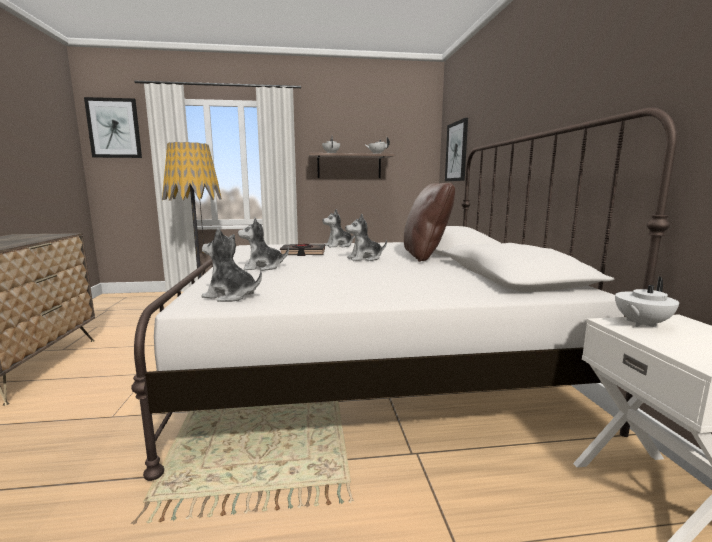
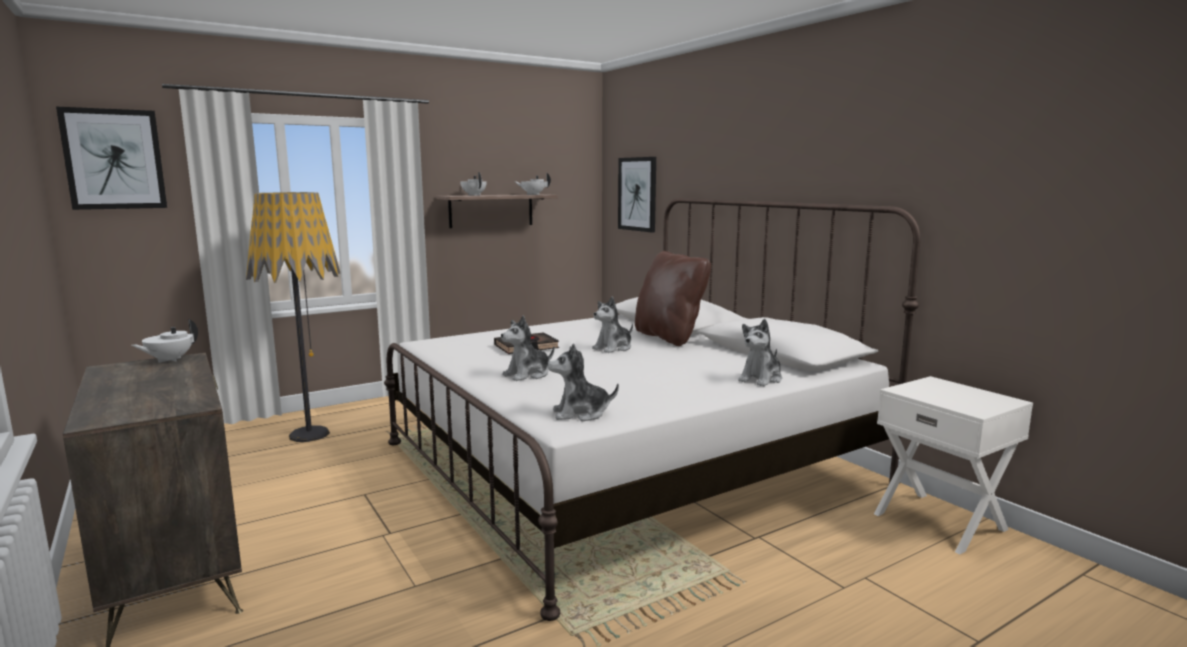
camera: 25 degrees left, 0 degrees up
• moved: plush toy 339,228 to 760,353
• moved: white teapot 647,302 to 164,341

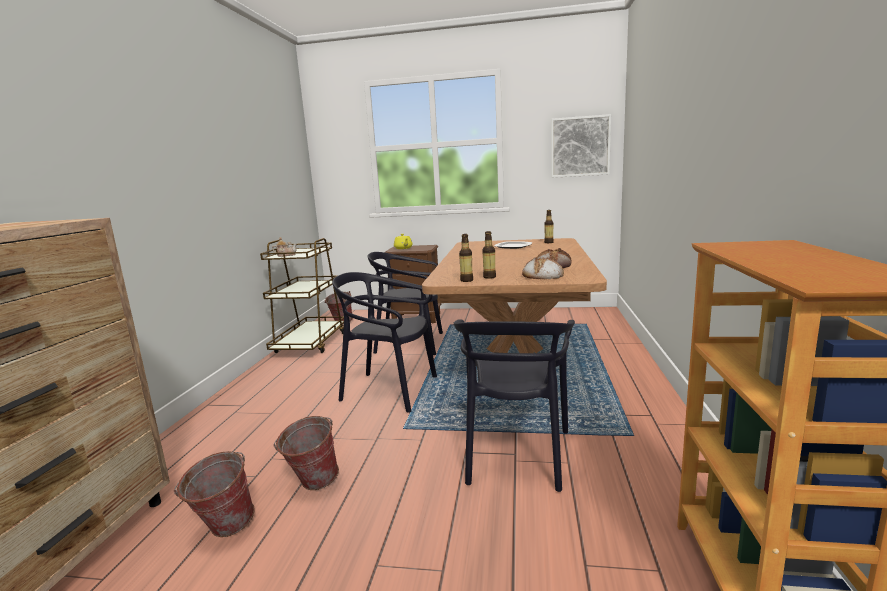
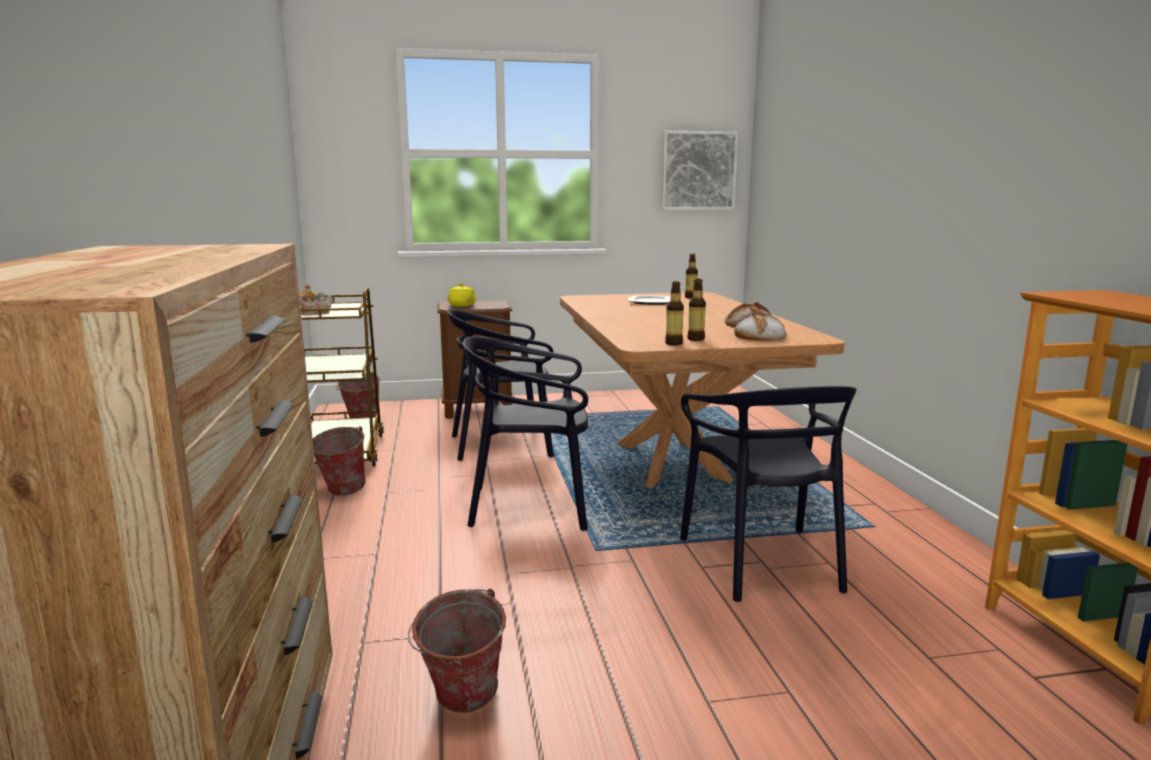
camera: 20 degrees left, 0 degrees up
• moved: bucket 306,453 to 339,461

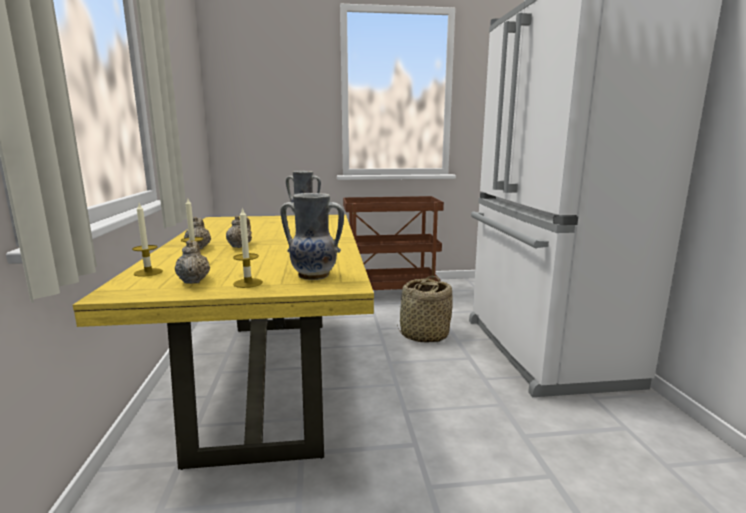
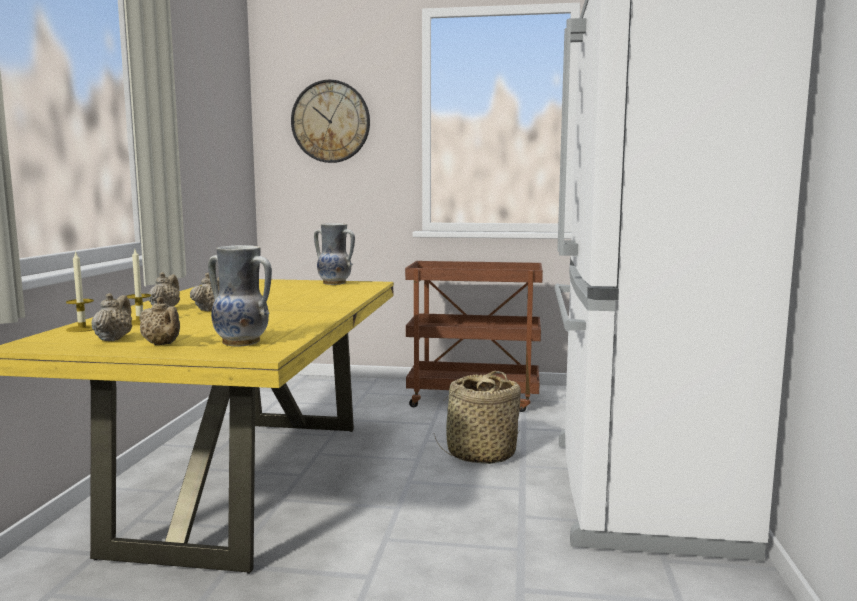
camera: 15 degrees right, 5 degrees down
• added: wall clock 330,121
• replaced: candle 248,247 to beige teapot 159,321

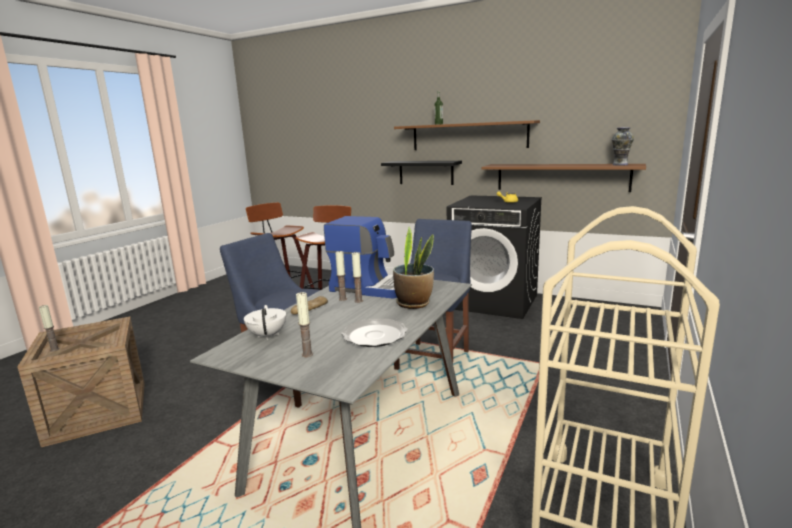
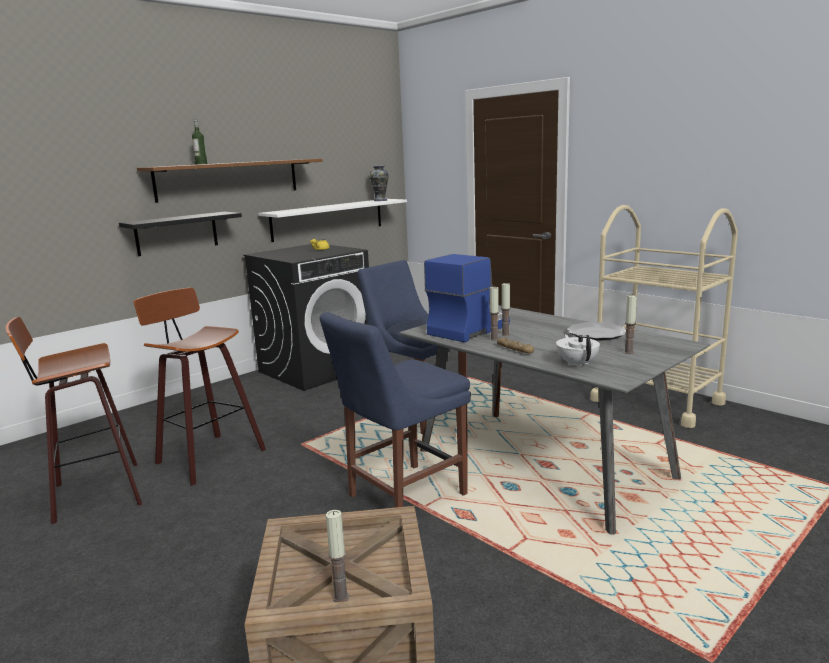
camera: 70 degrees left, 0 degrees up
• removed: potted plant 413,268
• recoloured: brown shelf 564,178 to white shelf 332,220
• turned: white teapot 265,322 = 578,351 75 degrees clockwise

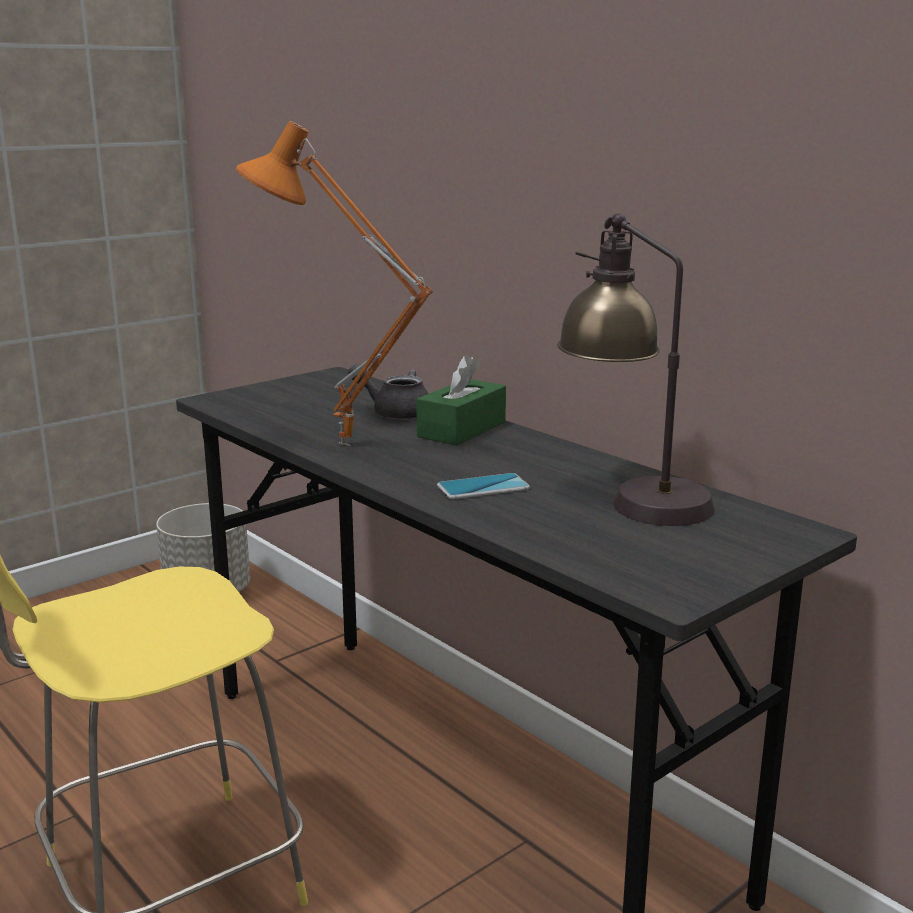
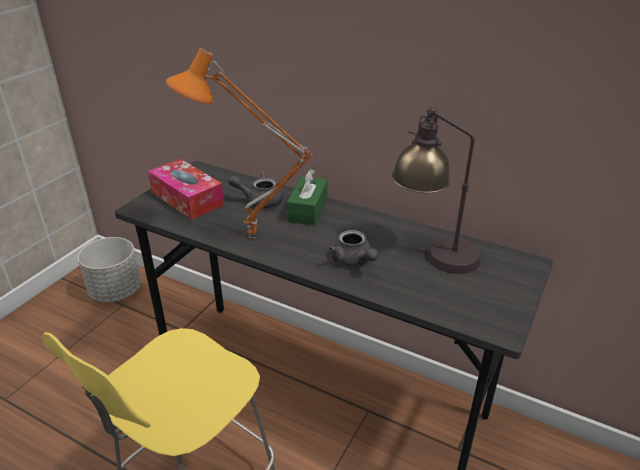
camera: 20 degrees left, 15 degrees up
• added: tissue box 186,189
• replaced: phone 483,486 to grey teapot 354,248

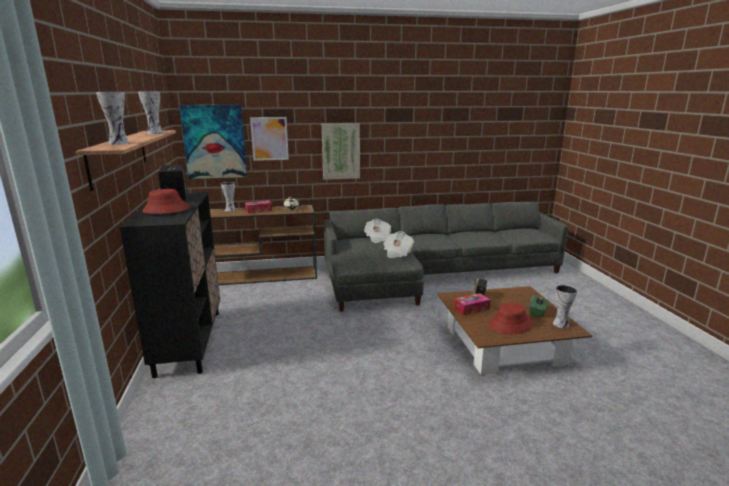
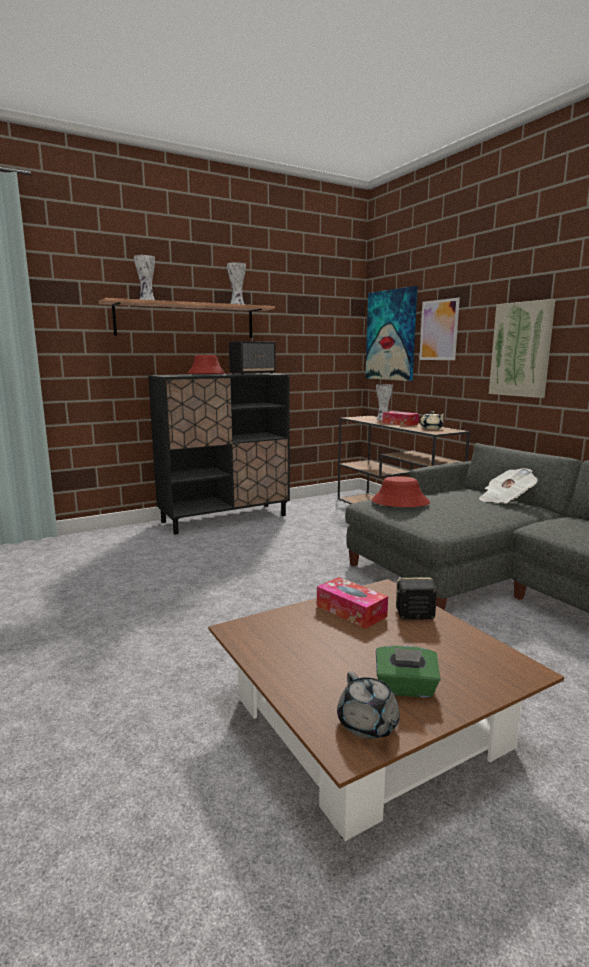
camera: 70 degrees right, 5 degrees down
• removed: newspaper 398,244
• moved: red hat 511,318 to 401,491
• replaced: vase 565,306 to grey teapot 368,705

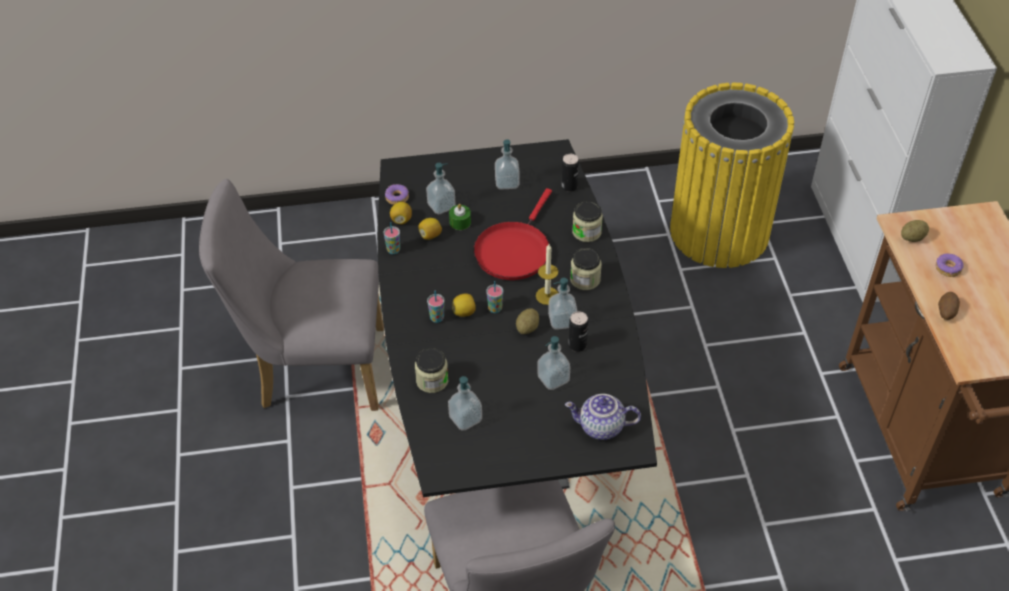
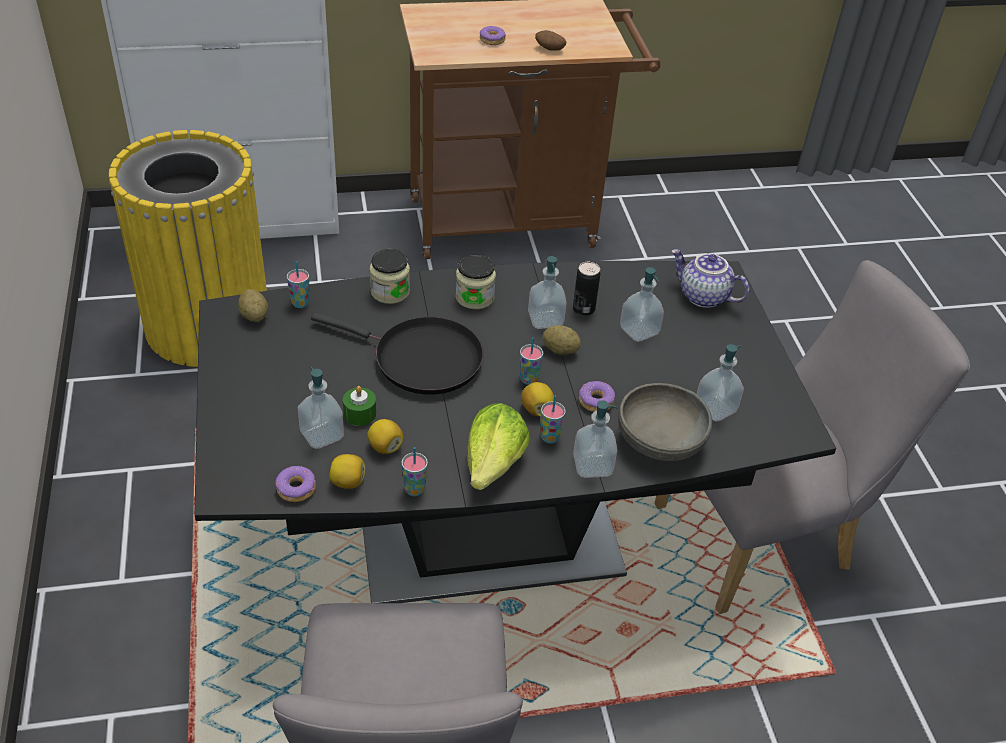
camera: 95 degrees left, 5 degrees down
• removed: candle 547,274
• added: lettuce 498,446
• added: donut 597,396
• moved: soap dispenser 507,164 to 595,439
• moved: potato 915,231 to 253,305
• replaced: jar 431,370 to grey bowl 665,422
• replaced: can 570,173 to cup 298,284
• recoloured: red frying pan 513,234 to black frying pan 397,353
• turned: teapot 603,417 = 710,278 120 degrees clockwise

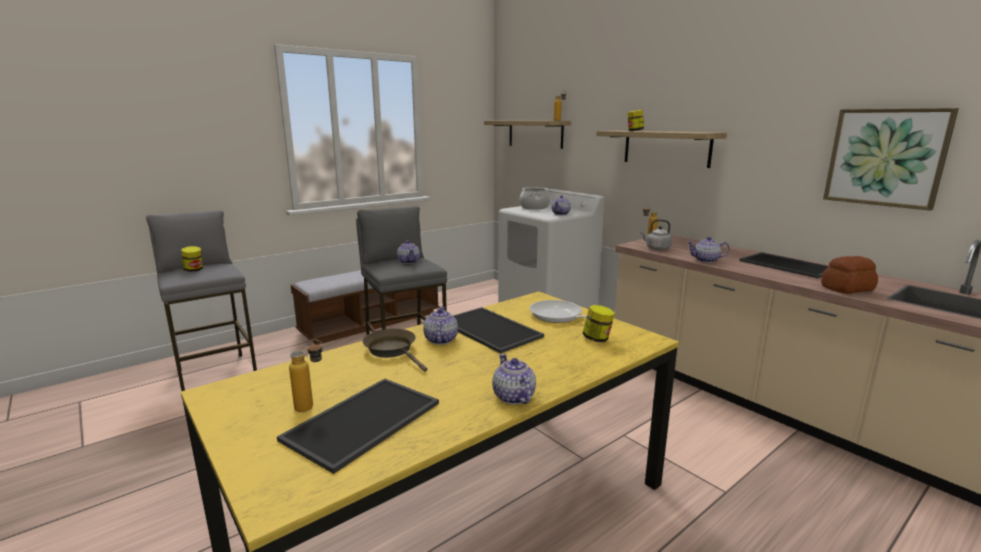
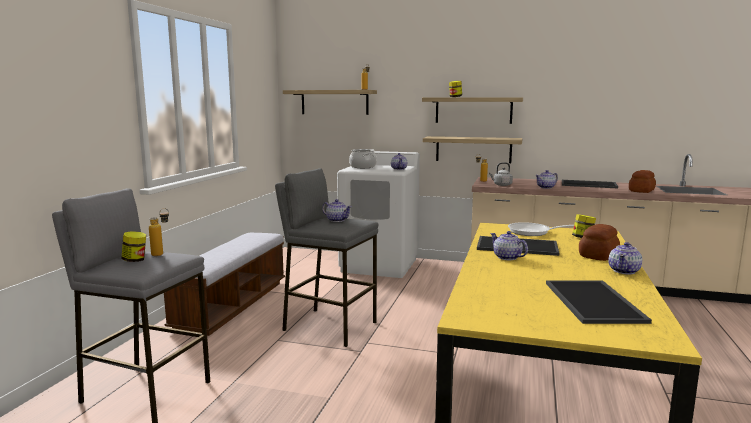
camera: 35 degrees left, 5 degrees down
• removed: brown frying pan 395,350
• removed: picture 891,159
• added: shelf 472,149
• added: bread 599,242
• moved: bottle 306,375 to 159,232
• turned: teapot 514,379 = 625,258 90 degrees counterclockwise

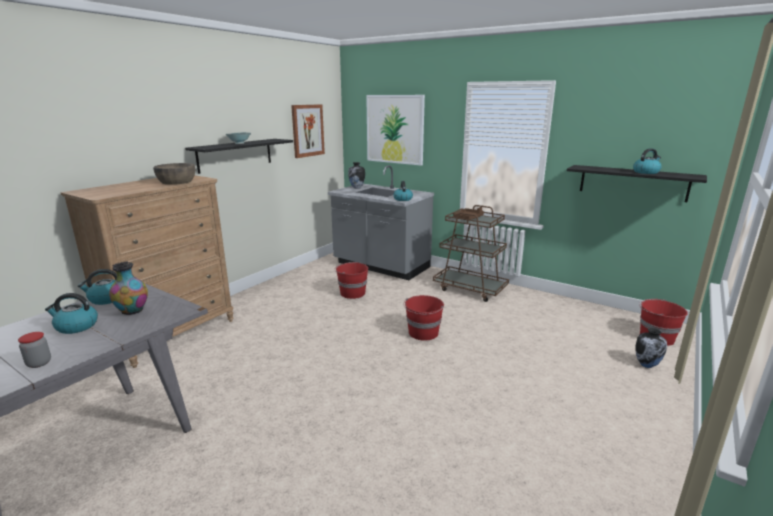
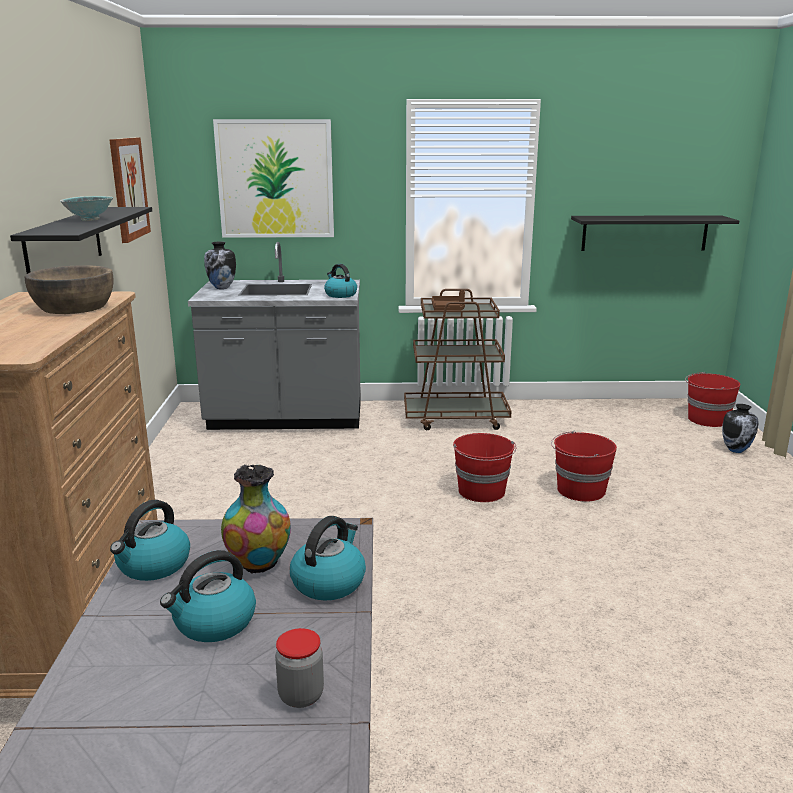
camera: 35 degrees left, 0 degrees up
• moved: red bucket 351,280 to 584,466
• moved: kettle 647,161 to 328,558

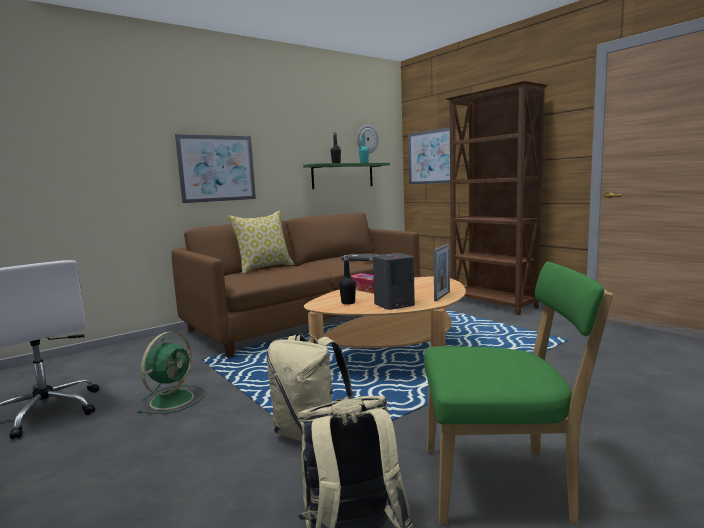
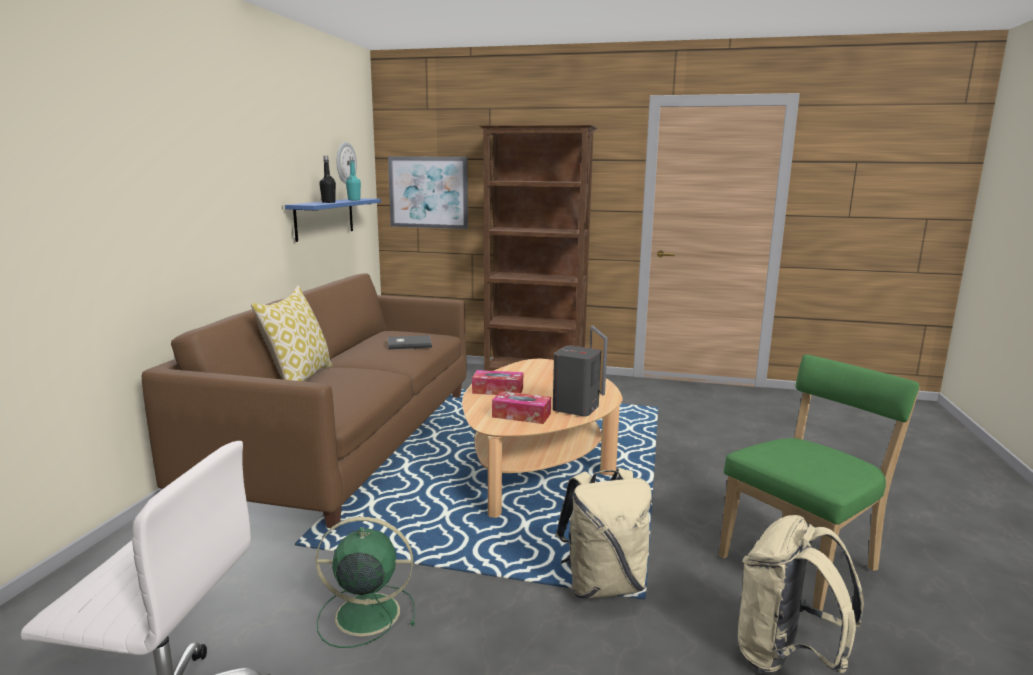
camera: 40 degrees left, 5 degrees up
• removed: picture 215,168
• replaced: black bottle 347,280 to tissue box 521,407
• recoloured: green shelf 346,176 to blue shelf 333,220
• turned: green fan 171,372 = 365,582 75 degrees counterclockwise

